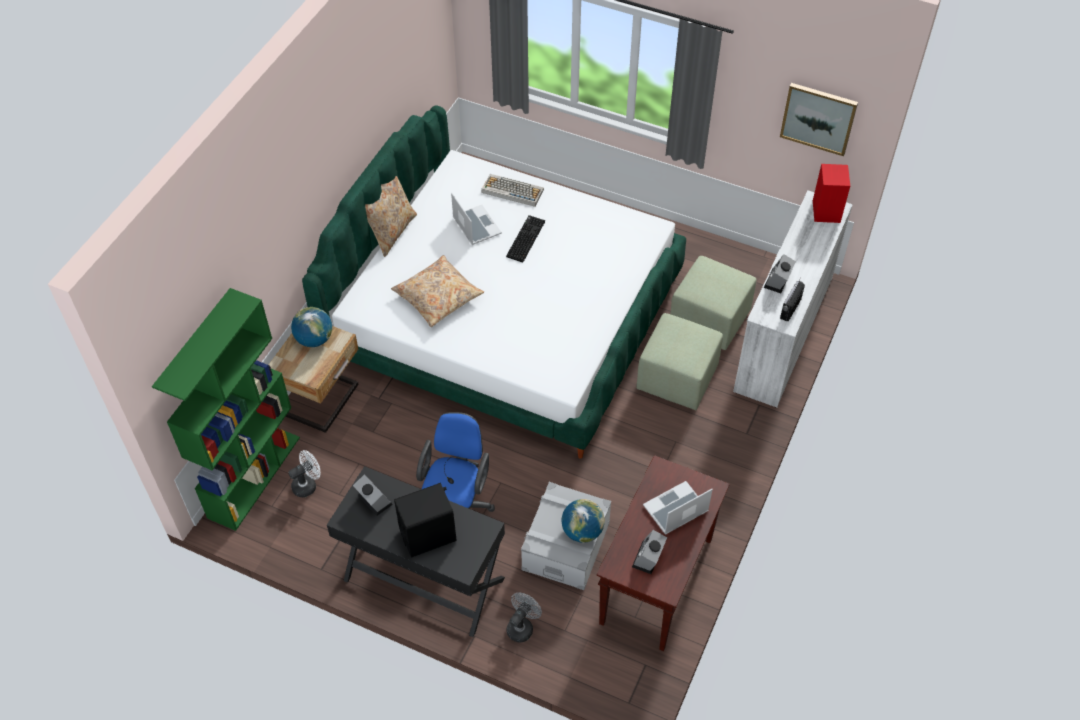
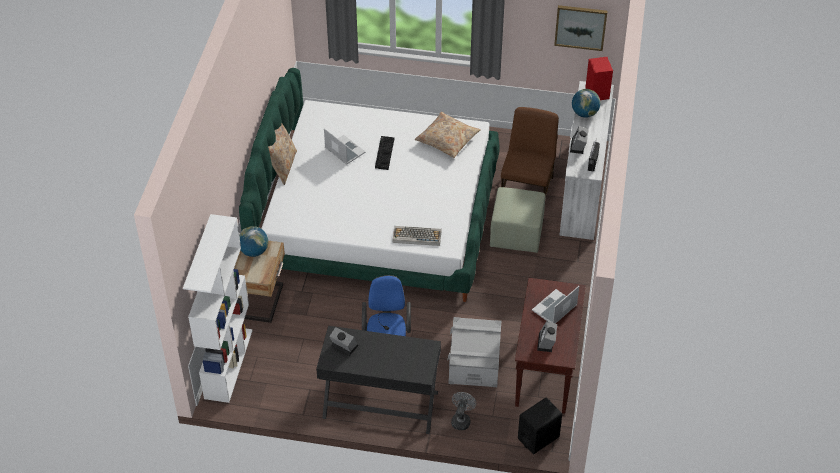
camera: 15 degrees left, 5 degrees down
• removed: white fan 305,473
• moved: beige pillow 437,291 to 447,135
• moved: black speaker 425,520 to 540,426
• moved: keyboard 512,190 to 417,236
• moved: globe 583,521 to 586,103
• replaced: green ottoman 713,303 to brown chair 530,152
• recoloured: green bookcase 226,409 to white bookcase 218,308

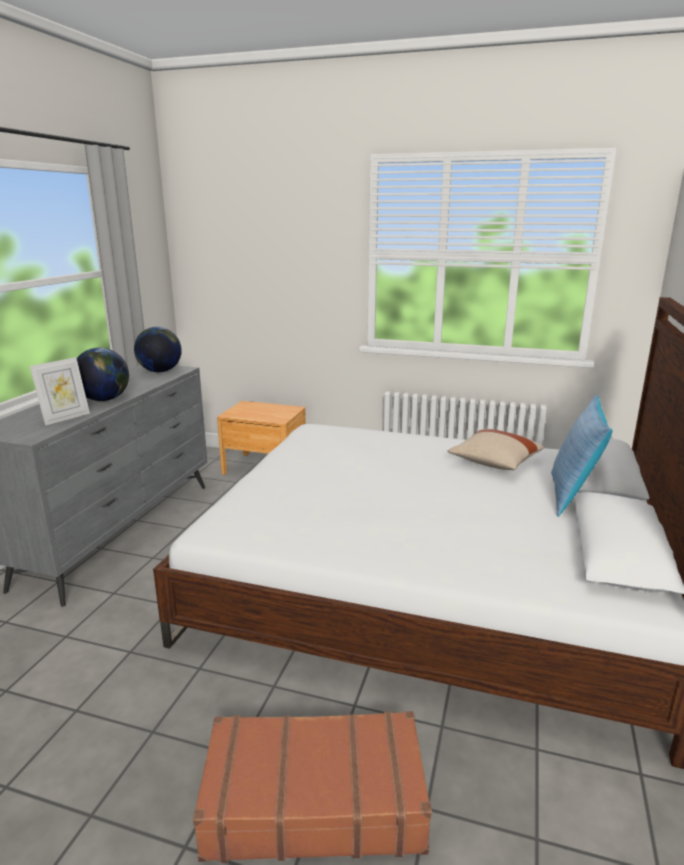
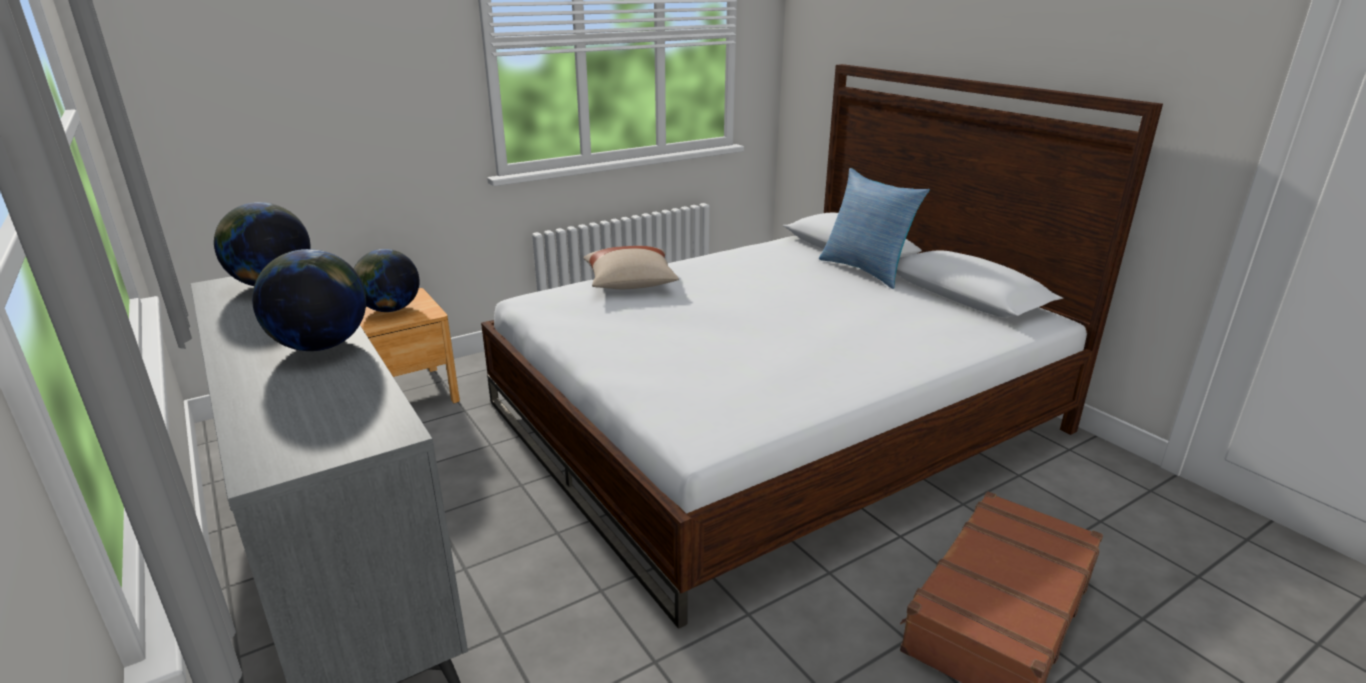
camera: 50 degrees left, 5 degrees up
• removed: picture frame 60,391
• added: globe 387,280
• moved: beige pillow 496,449 to 631,267

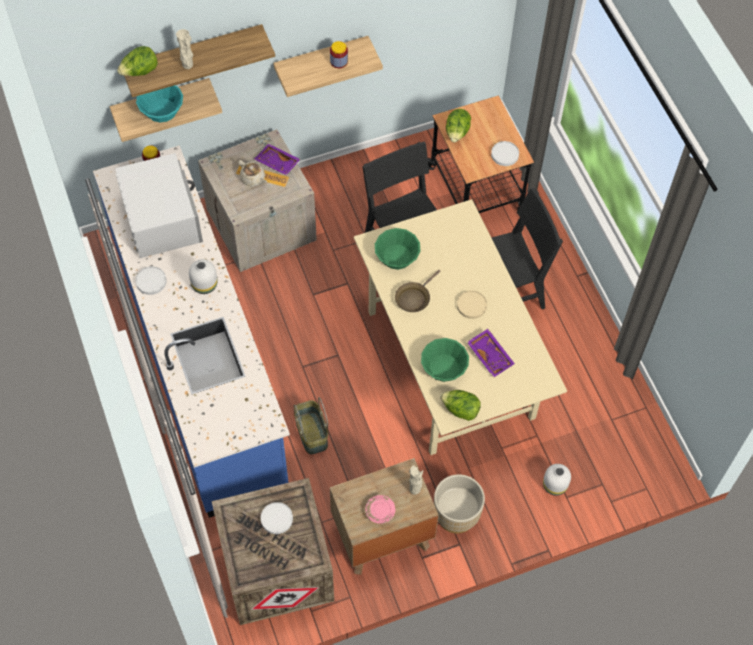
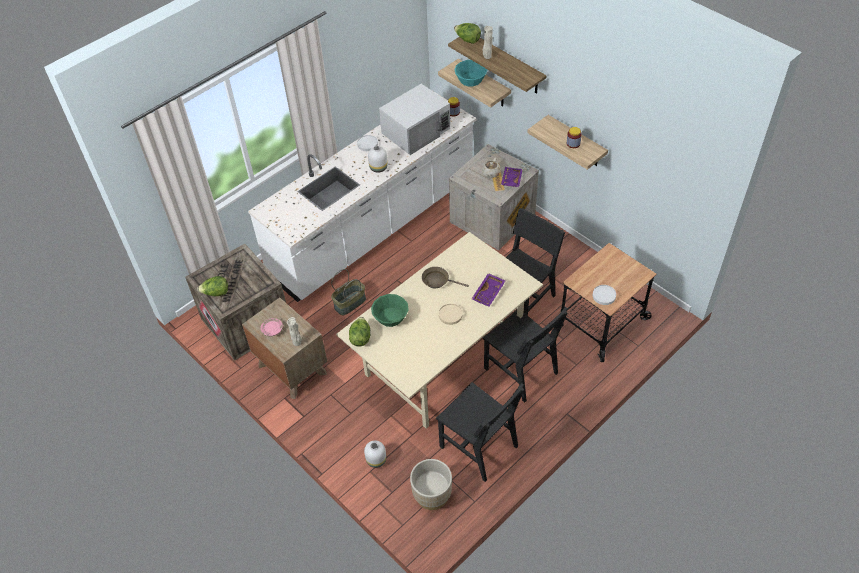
camera: 70 degrees right, 10 degrees down
• removed: white plate 277,518
• removed: green bowl 398,249
• added: black chair 480,432
• moved: beige planter 459,503 to 431,484
• moved: lettuce 458,126 to 212,286
• moved: purple tray 491,353 to 488,290
• recoloured: blue counter 191,331 to white counter 362,196

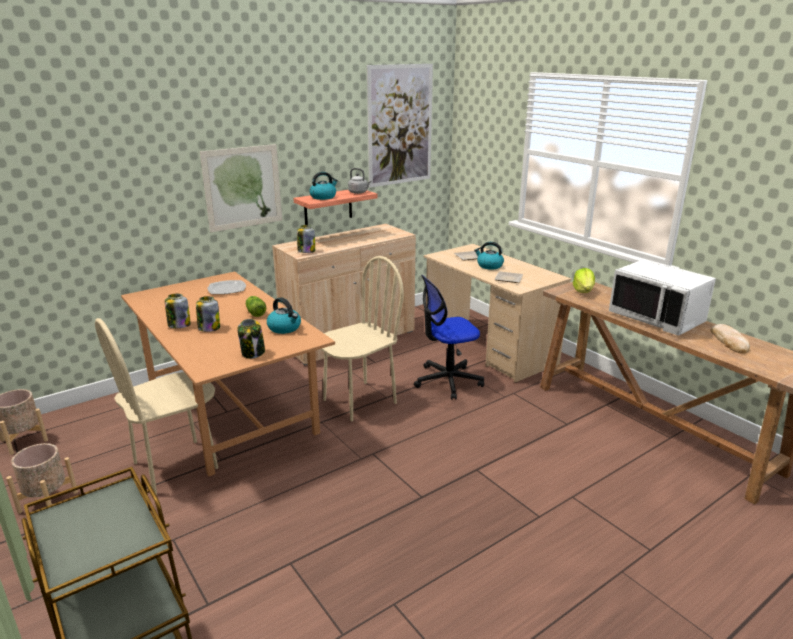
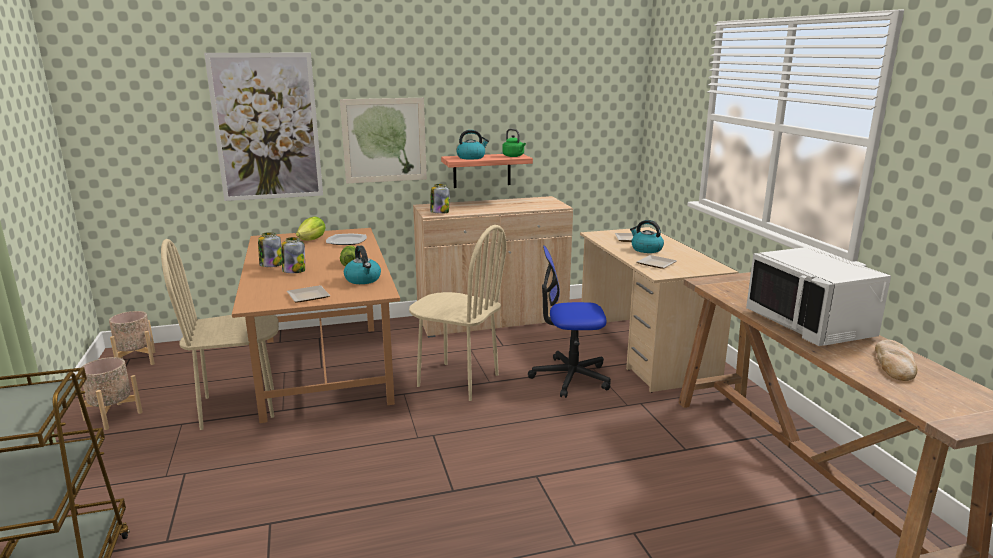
camera: 20 degrees right, 5 degrees down
• moved: picture 400,126 to 263,127
• moved: lettuce 584,280 to 311,229
• replaced: jar 251,339 to plate 308,293
• recoloured: grey kettle 359,181 to green kettle 514,143
• turned: beige chair 362,338 = 458,313 45 degrees clockwise

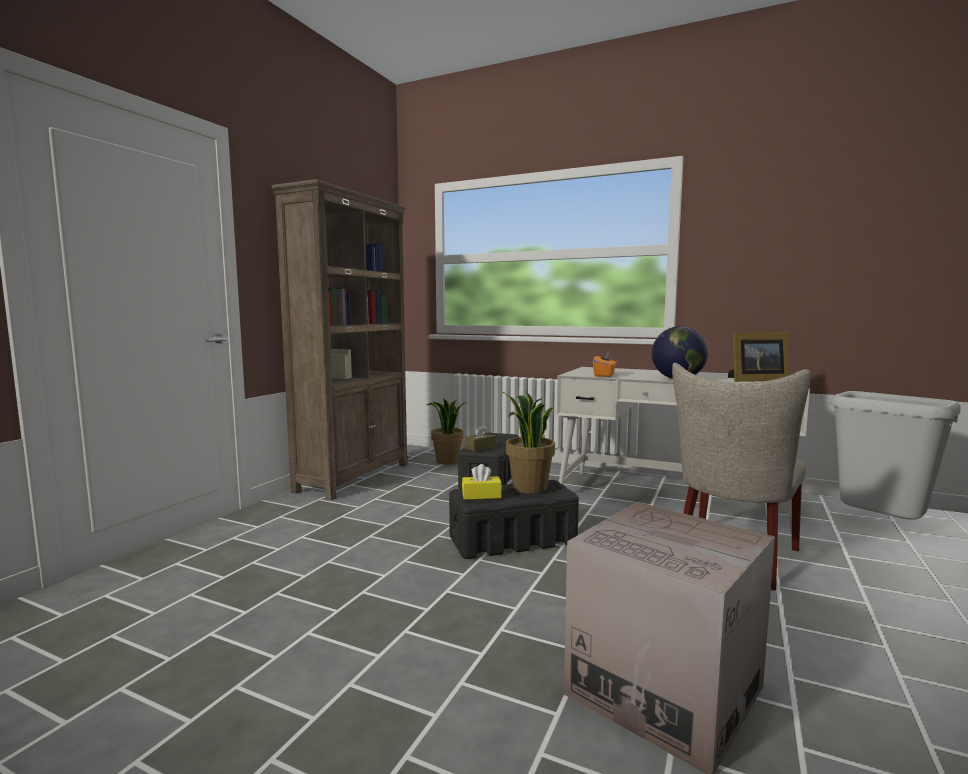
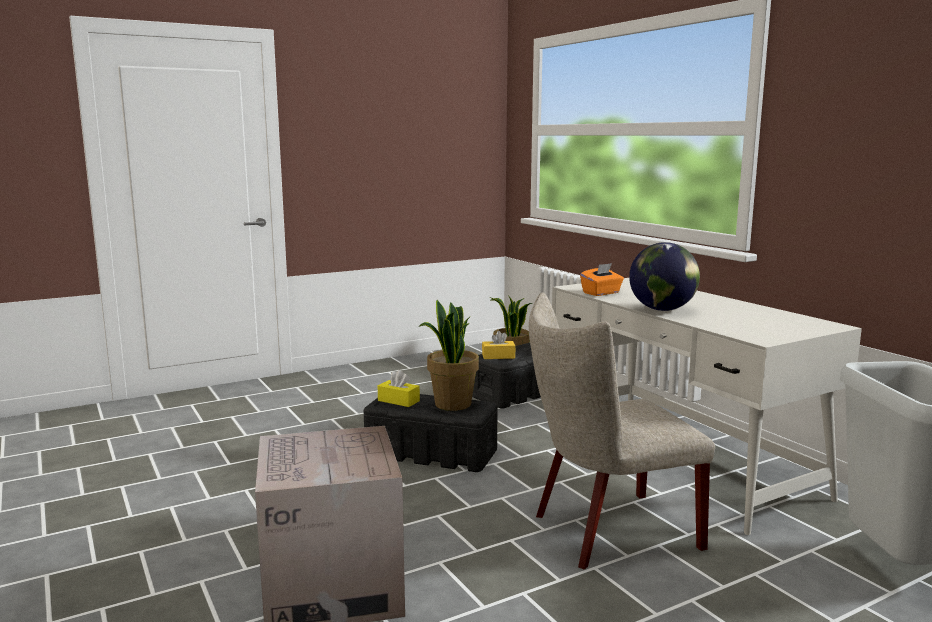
camera: 35 degrees right, 5 degrees up
• removed: brown bookcase 339,339
• removed: picture frame 759,357
• recoloured: brown tissue box 480,438 to yellow tissue box 498,345

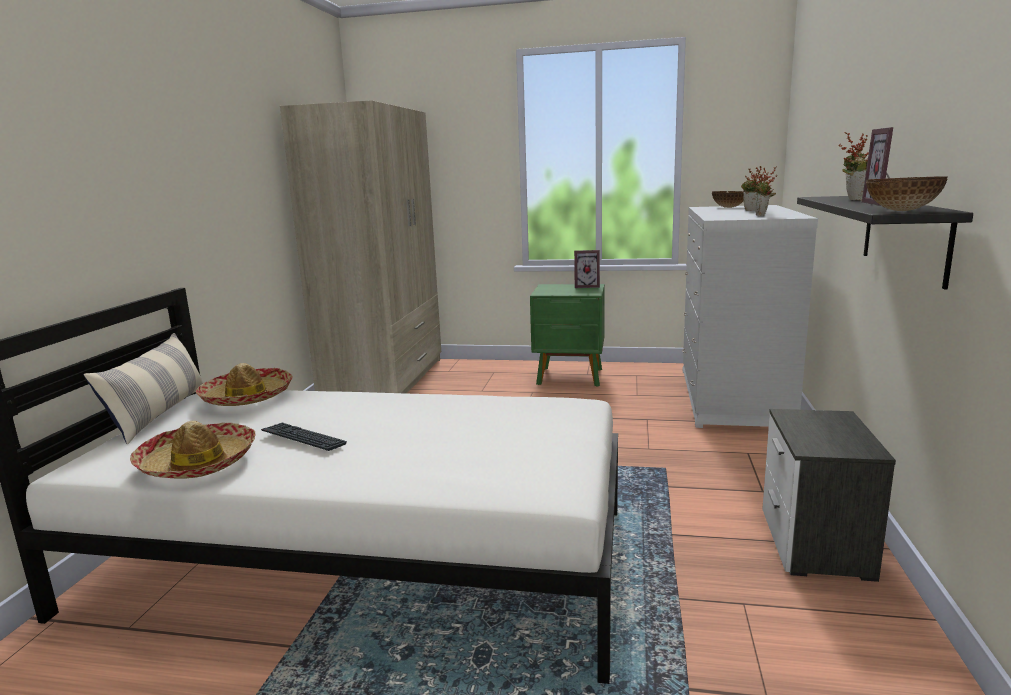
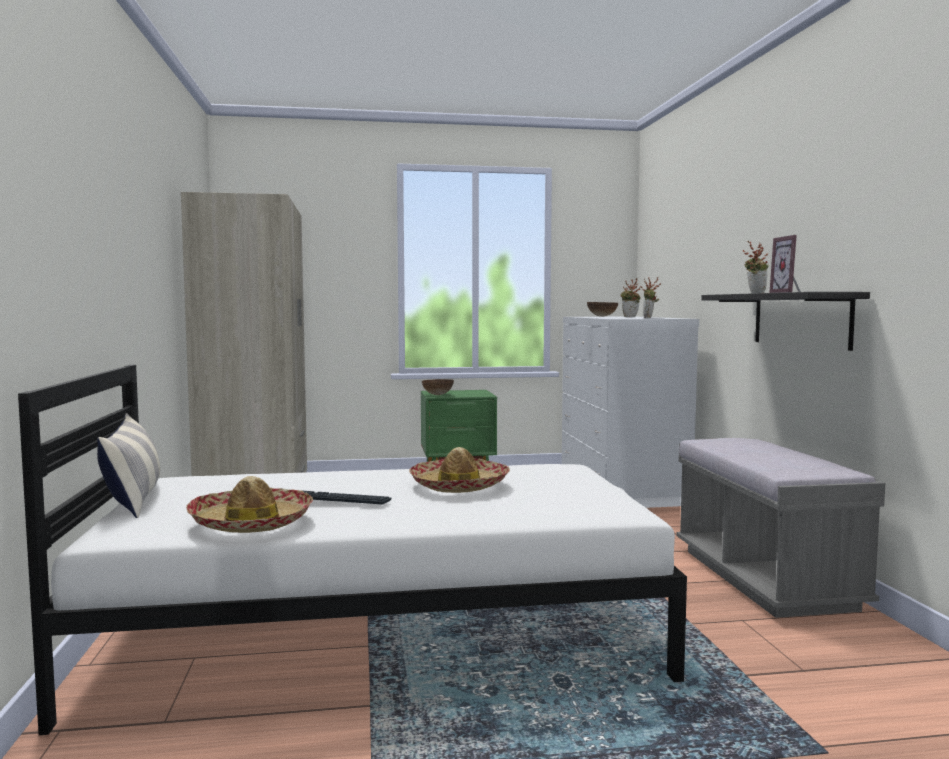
camera: 20 degrees left, 10 degrees down
• removed: picture frame 587,269
• moved: hat 244,384 to 459,470
• moved: bowl 906,193 to 438,387
• replaced: nightstand 829,495 to grey bench 780,528

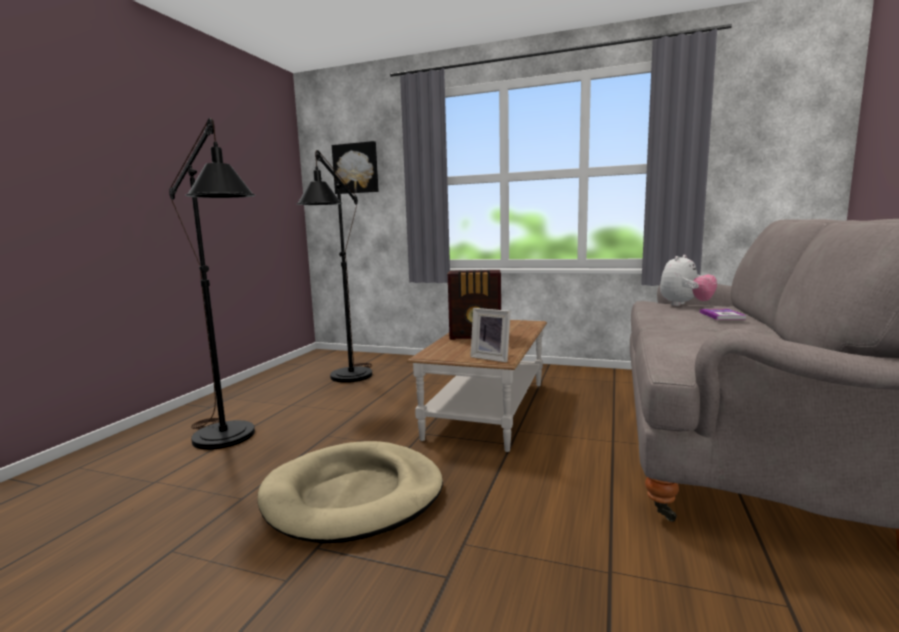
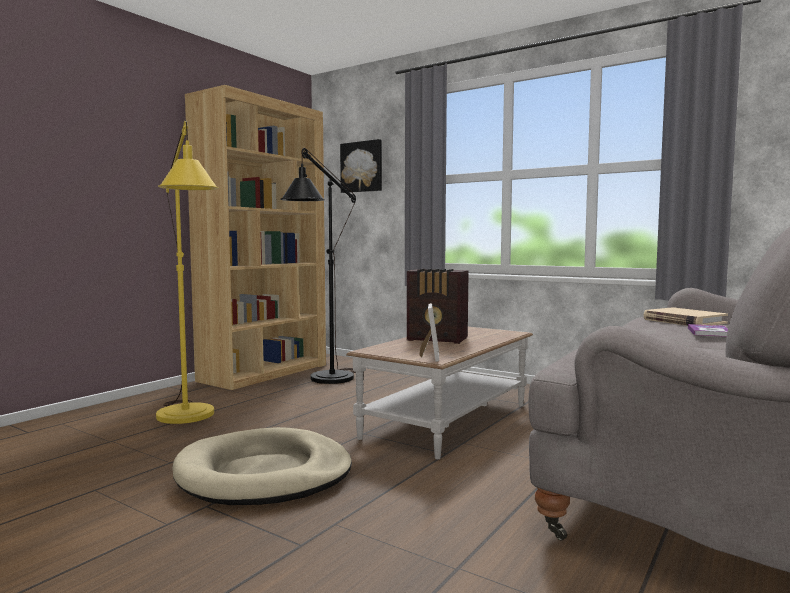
camera: 15 degrees right, 5 degrees down
• added: brown bookcase 255,237
• replaced: plush toy 688,280 to beige book 685,316
• recoloured: black floor lamp 212,284 to yellow floor lamp 187,272
• turned: picture frame 490,335 = 429,332 135 degrees counterclockwise

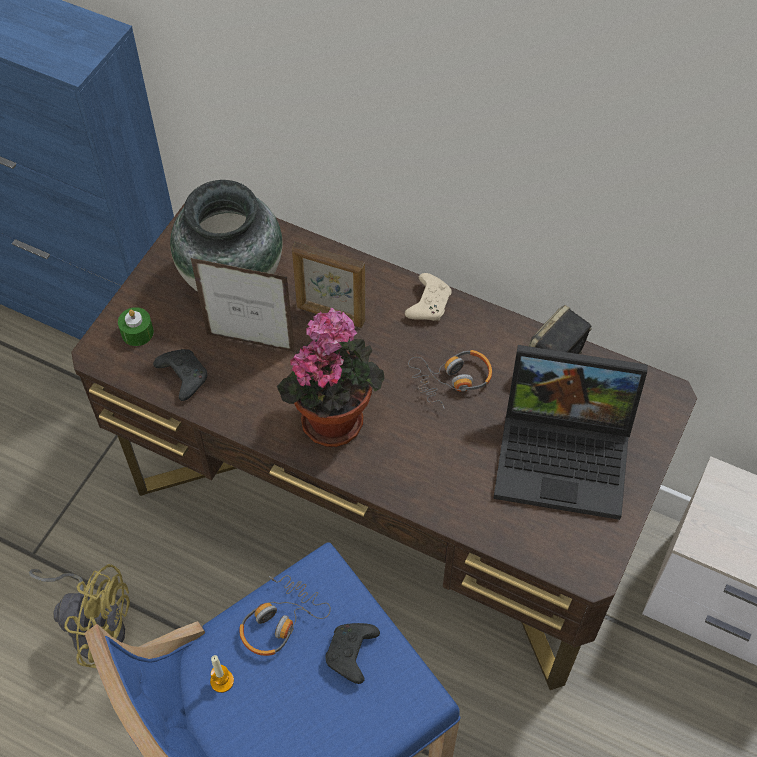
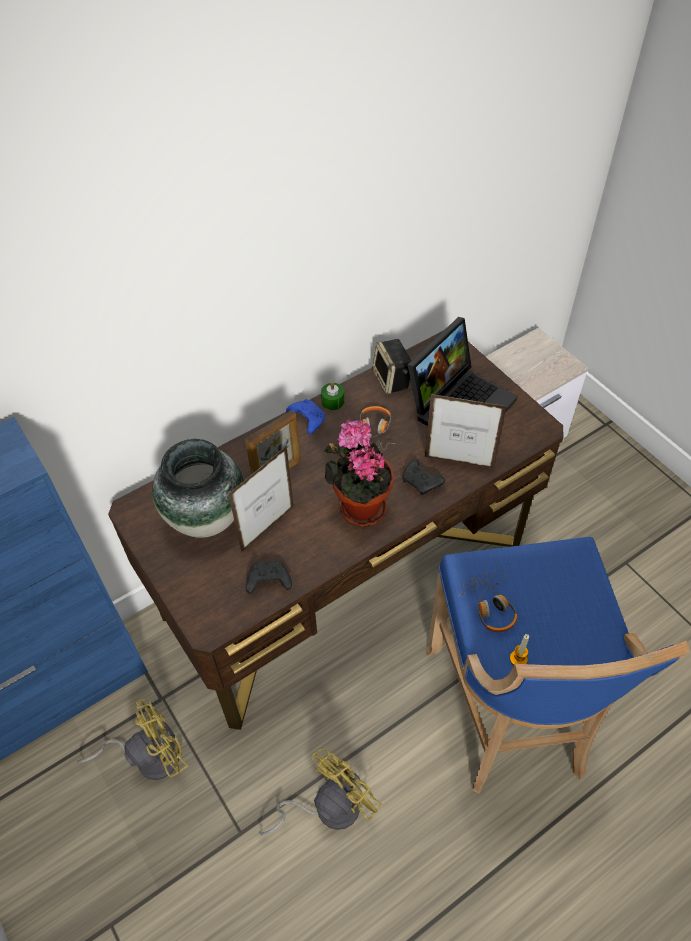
camera: 60 degrees left, 5 degrees down
• added: yellow fan 132,739
• added: picture frame 466,431
• moved: green candle 136,326 to 332,396
• moved: black game controller 352,653 to 423,477
• recoloured: beige game controller 428,297 to blue game controller 305,416

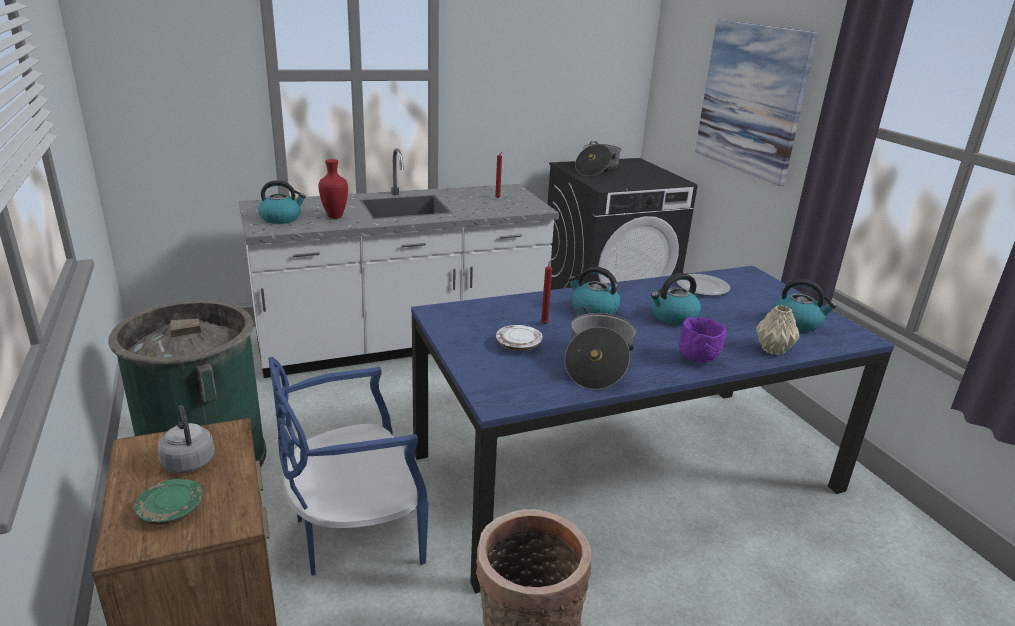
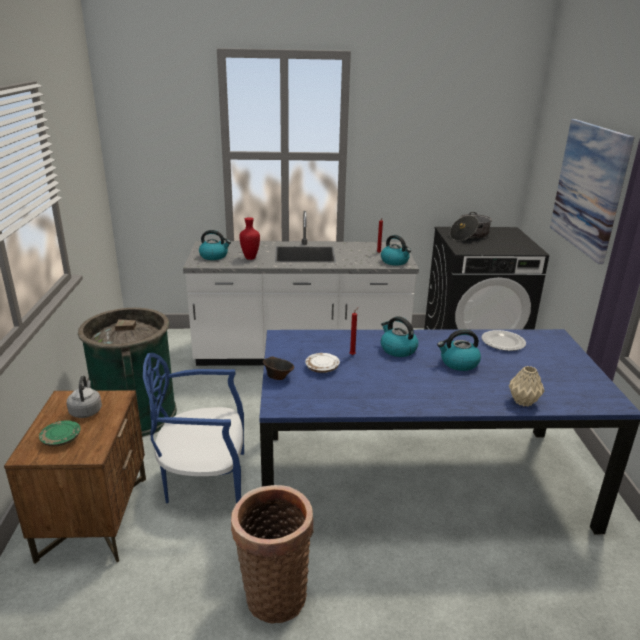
camera: 20 degrees right, 0 degrees up
• removed: cooking pot 600,348
• removed: purple bowl 703,339
• added: brown bowl 278,368
• moved: kettle 805,305 to 396,250

